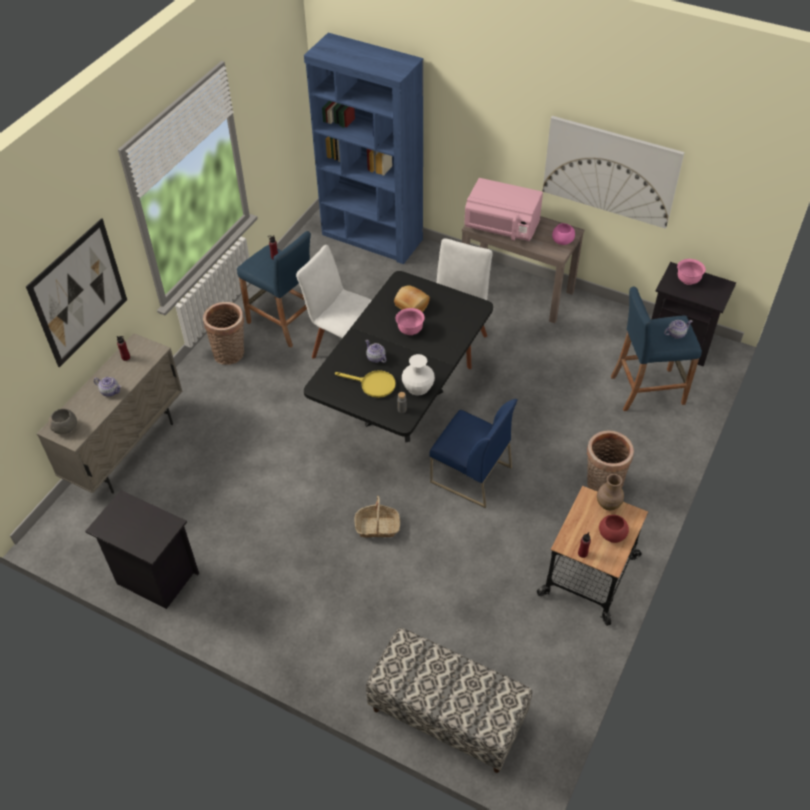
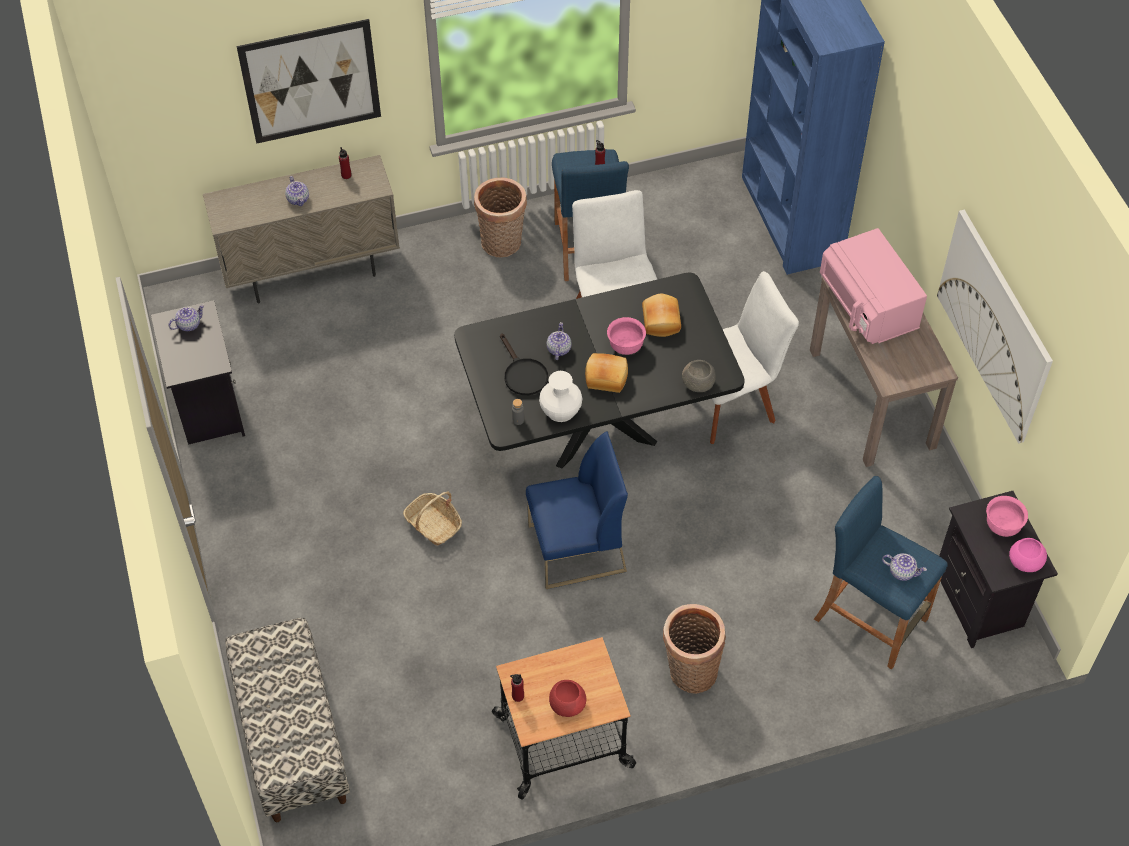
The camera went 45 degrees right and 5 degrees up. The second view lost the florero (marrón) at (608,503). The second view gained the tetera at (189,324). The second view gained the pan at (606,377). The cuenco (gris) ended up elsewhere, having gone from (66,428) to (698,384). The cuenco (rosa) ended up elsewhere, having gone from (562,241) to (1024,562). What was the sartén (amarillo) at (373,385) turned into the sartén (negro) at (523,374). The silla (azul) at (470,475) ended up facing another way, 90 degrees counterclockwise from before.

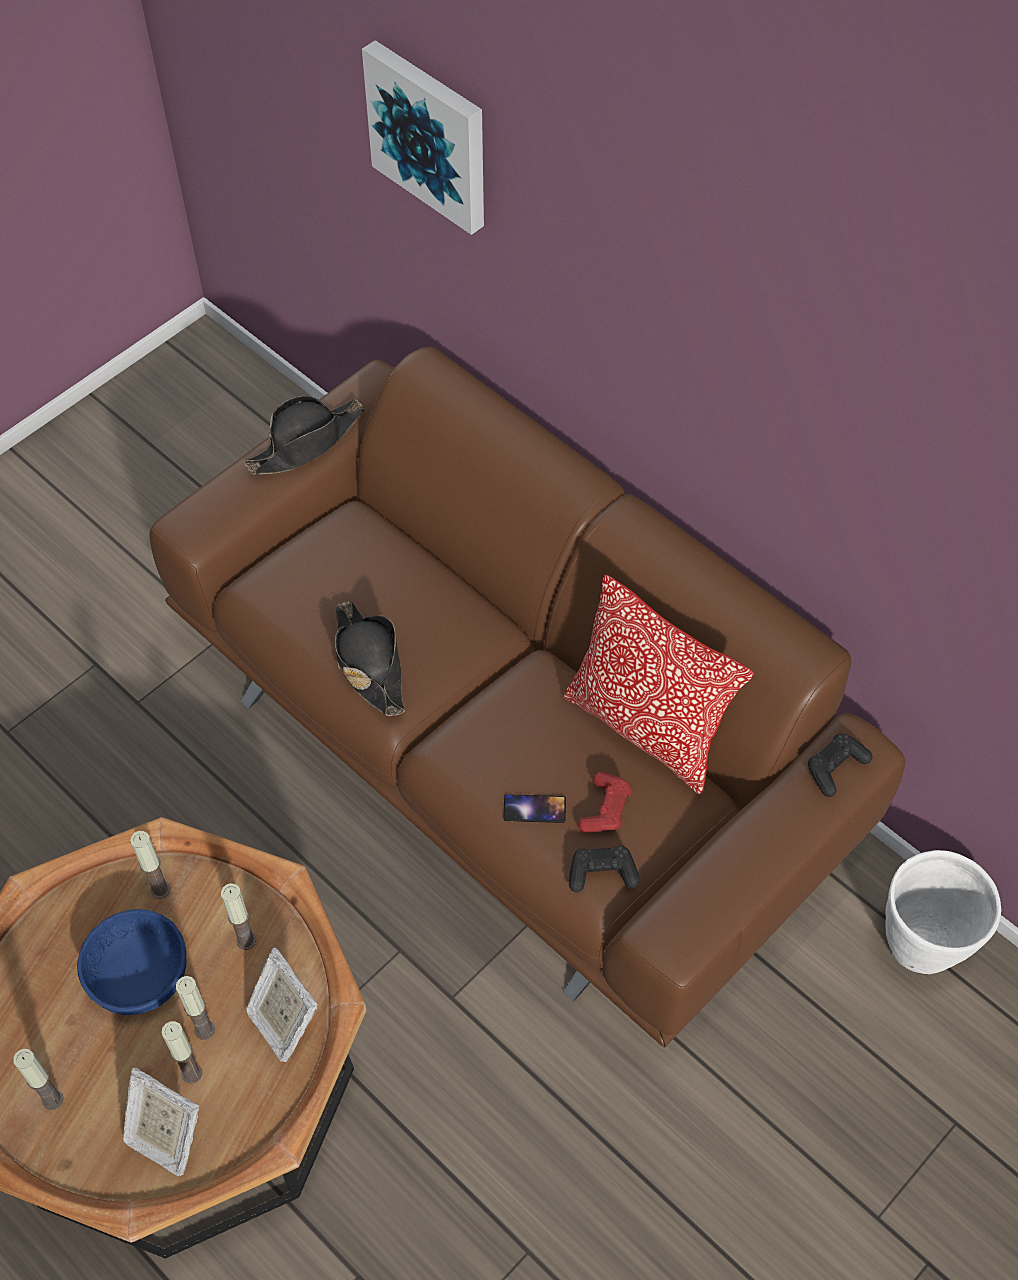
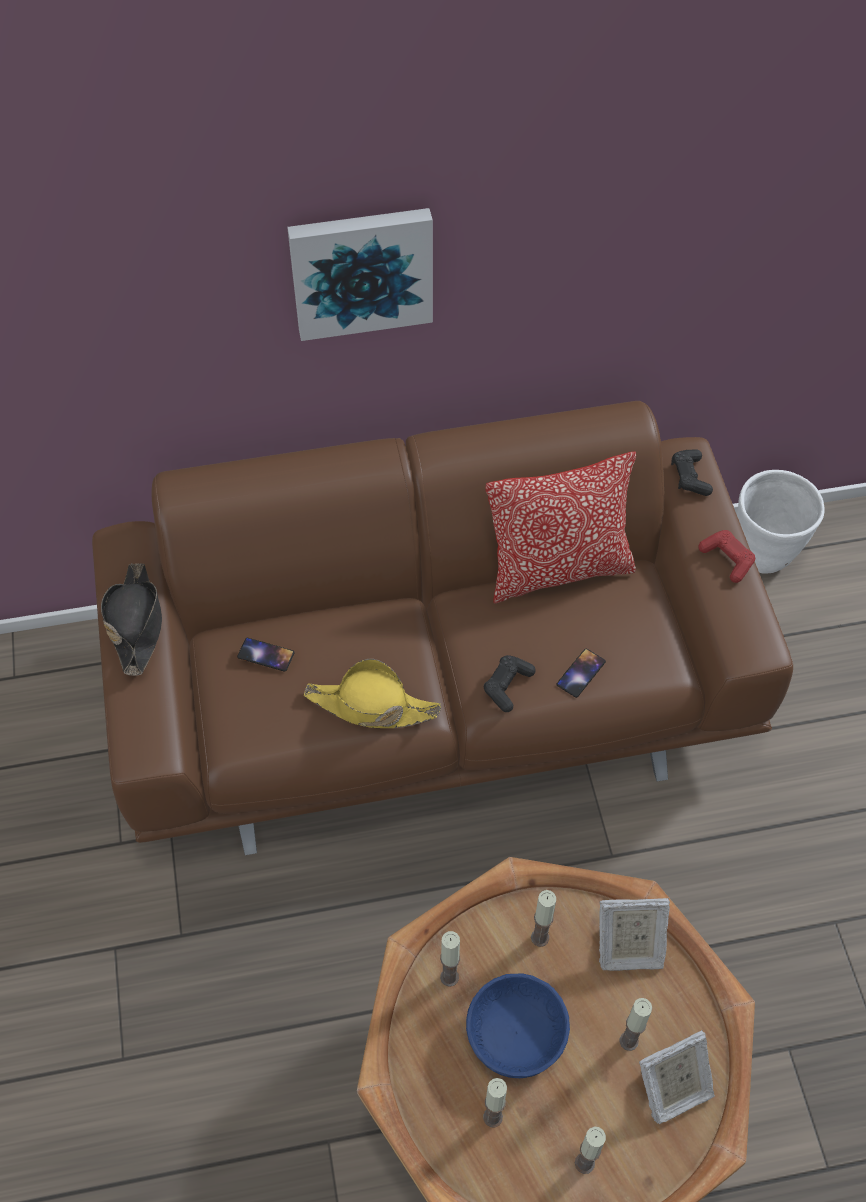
The camera went 55 degrees left and 0 degrees up. The second view gained the móvil at (266,654). The vela ended up elsewhere, having gone from (204,1029) to (492,1117). The cuadro ended up elsewhere, having gone from (430,134) to (361,270). The mando de consola (negro) ended up elsewhere, having gone from (602,873) to (507,686). The mando de consola (rojo) ended up elsewhere, having gone from (605,809) to (727,559). What was the sombrero (negro) at (369,663) turned into the sombrero (amarillo) at (371,706).

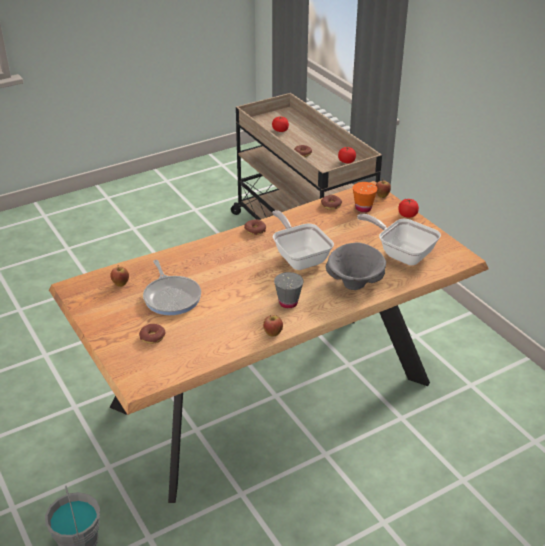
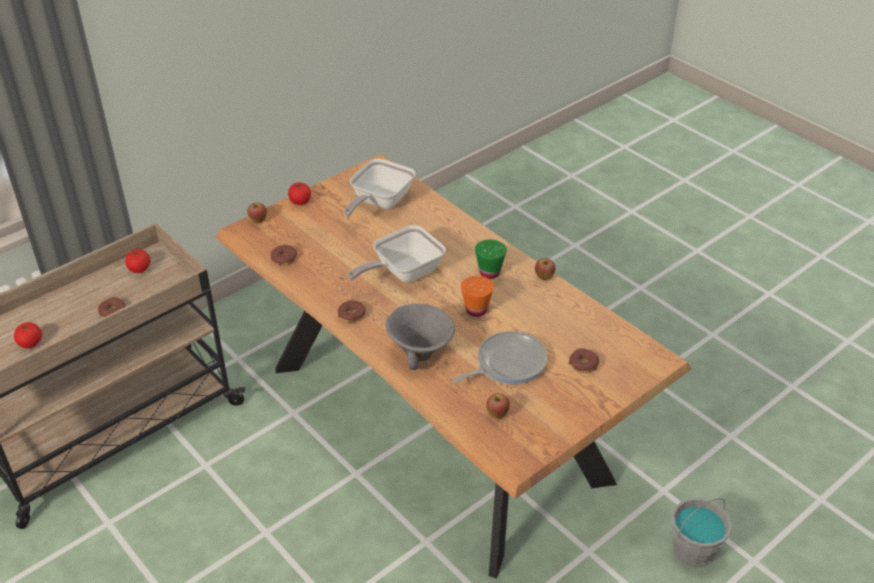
The camera went 100 degrees left and 5 degrees up. The cuenco (gris) ended up elsewhere, having gone from (354,285) to (421,352). The taza (naranja) ended up elsewhere, having gone from (363,208) to (476,310). What was the taza (gris) at (288,303) turned into the taza (verde) at (489,272).

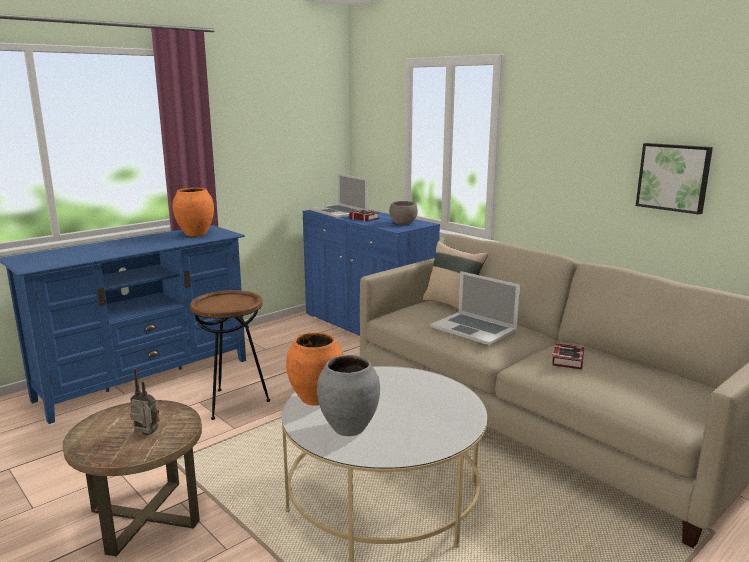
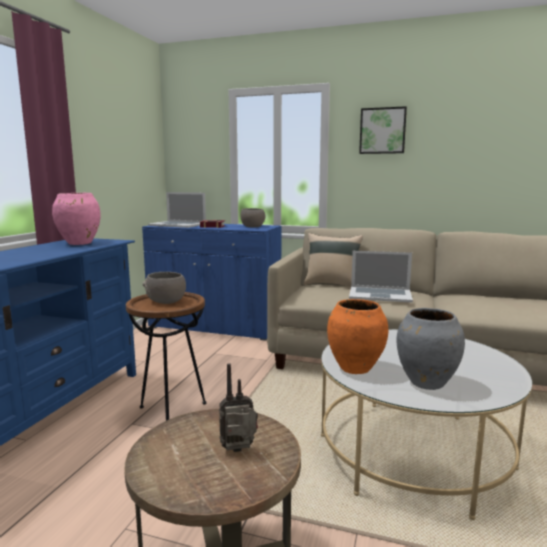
The camera went 30 degrees left and 5 degrees down. The second view lost the libro at (569,360). The second view gained the cuenco (gris) at (165,301). The cuadro ended up elsewhere, having gone from (674,177) to (382,131). What was the florero (naranja) at (196,234) turned into the florero (rosa) at (80,243).

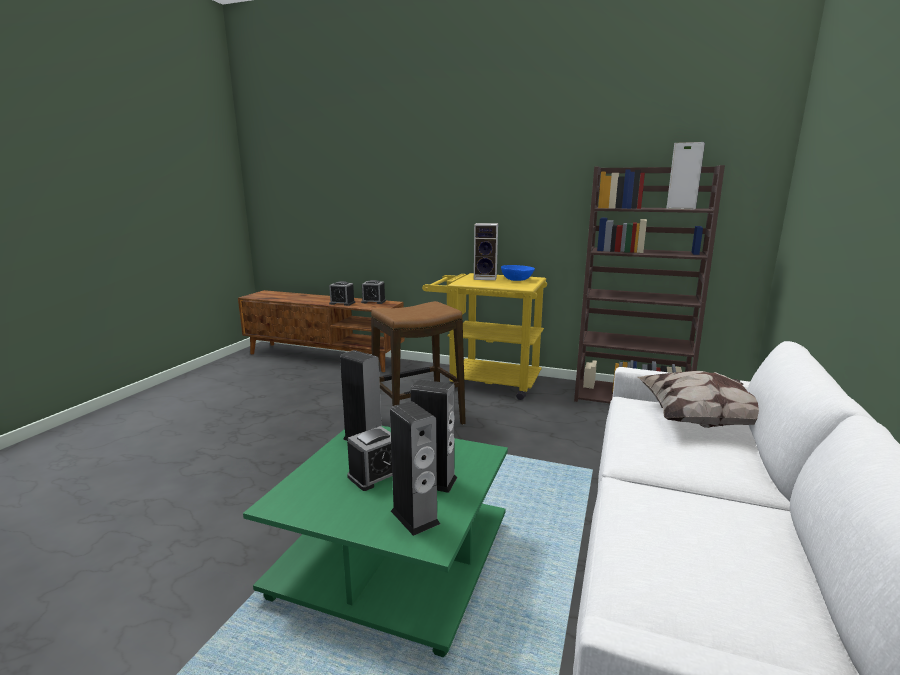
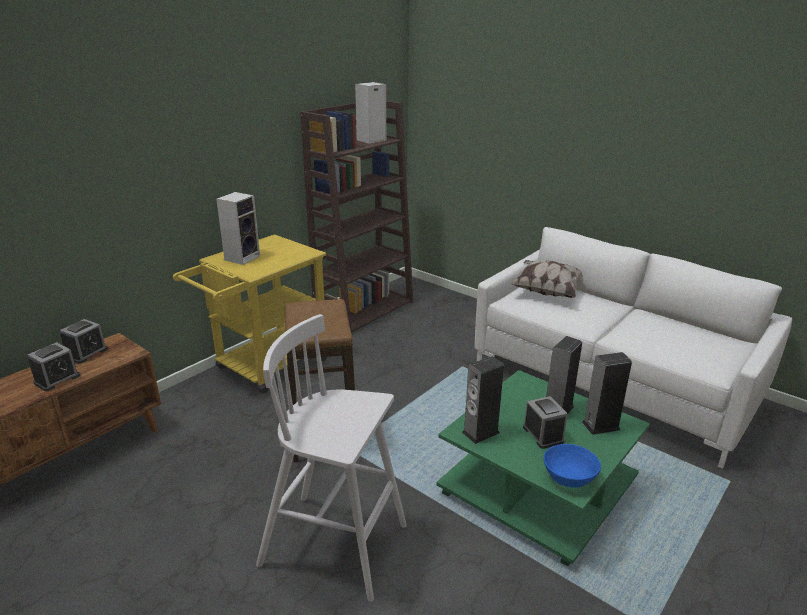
The camera went 70 degrees left and 10 degrees up. The second view gained the taburete (blanco) at (337,545). The cuenco (azul) ended up elsewhere, having gone from (517,280) to (568,477).

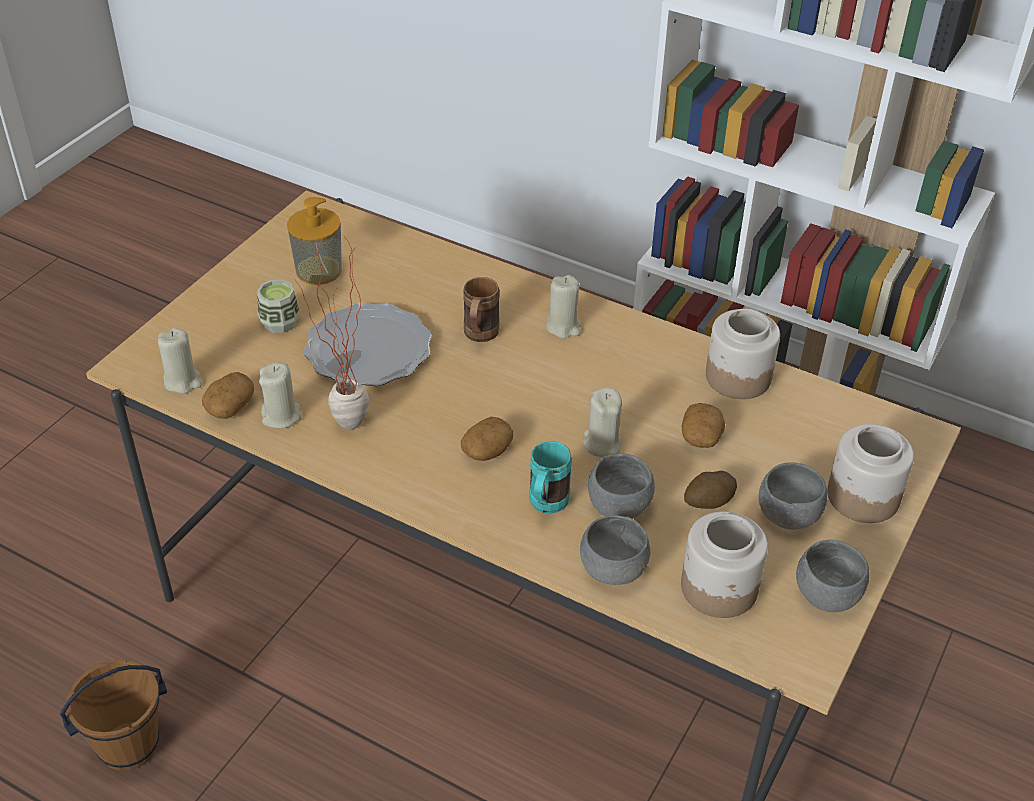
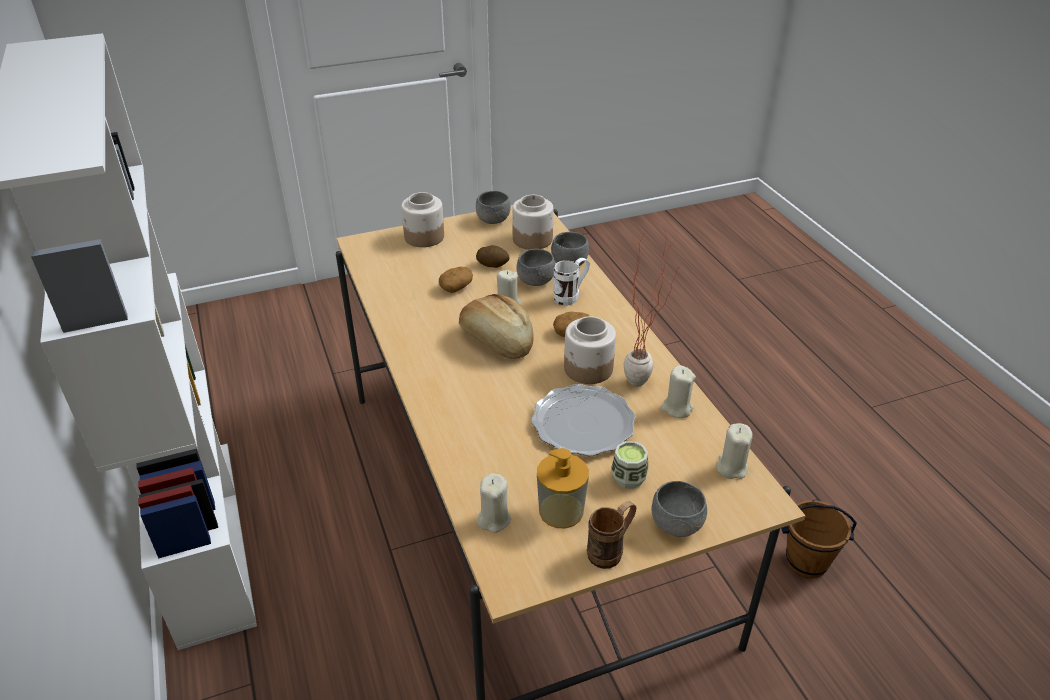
The camera went 140 degrees left and 5 degrees down. The second view lost the patata at (230,406). The second view gained the pan at (496,341). The taza grande (marrón) ended up elsewhere, having gone from (479,337) to (611,550). The vela (beis) ended up elsewhere, having gone from (563,326) to (494,519). The tarro ended up elsewhere, having gone from (737,376) to (588,369). The cuenco (gris) ended up elsewhere, having gone from (787,516) to (676,524). What was the taza grande (turquesa) at (545,506) turned into the taza grande (blanco) at (571,296).

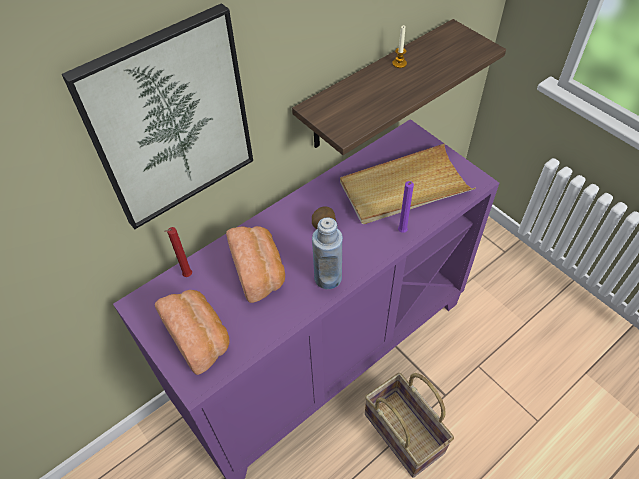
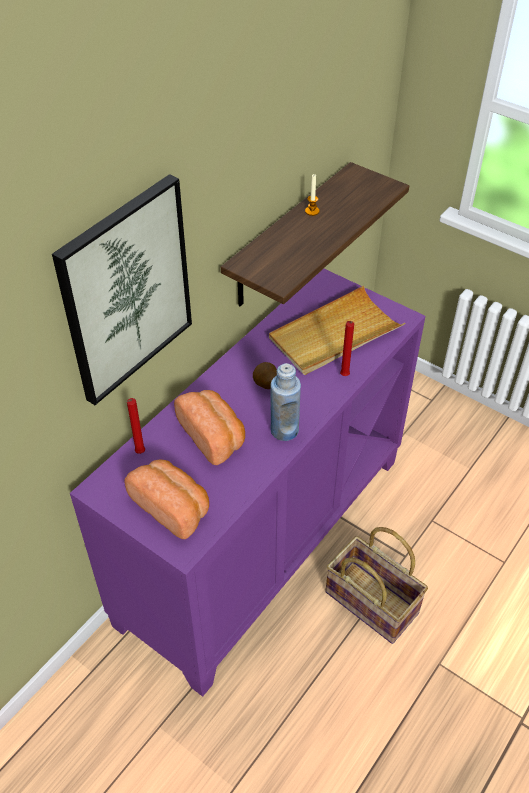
The camera went 15 degrees left and 5 degrees down. What was the vela (morado) at (401,232) turned into the vela (rojo) at (344,376).

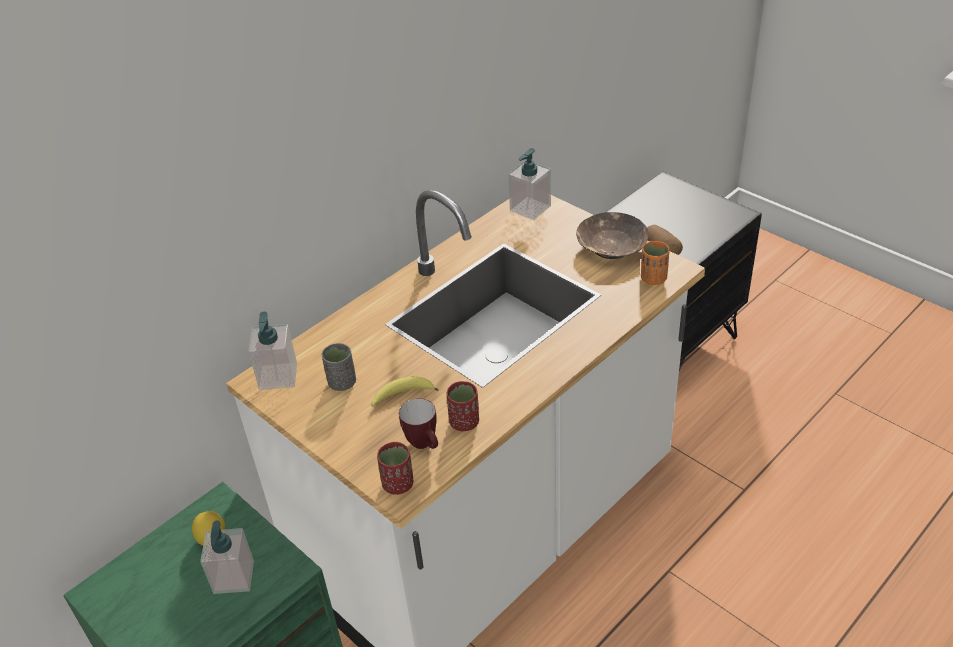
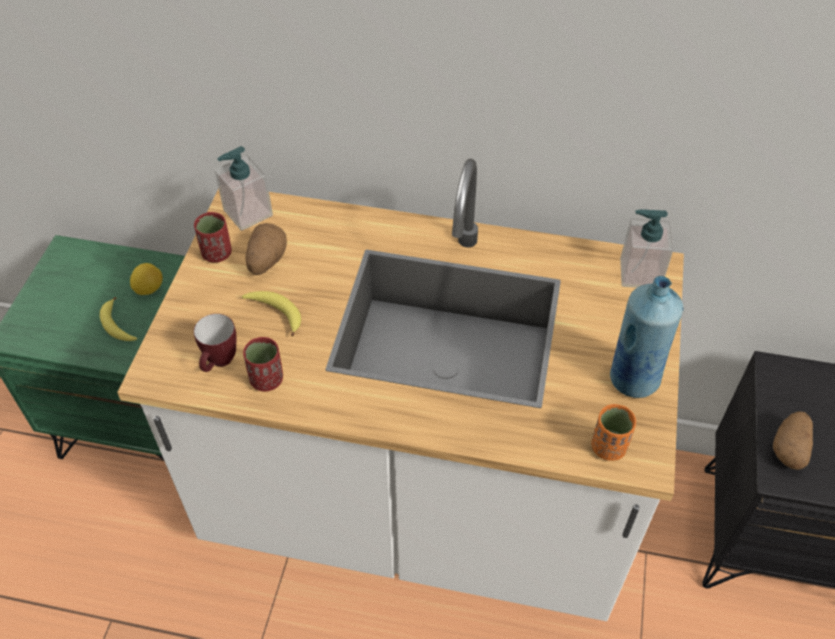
The camera went 55 degrees right and 10 degrees up. The taza (rojo) ended up elsewhere, having gone from (398,484) to (217,253). Where the dispensador de jabón stood at (234,577), the plátano came to stand at (117,326). Where the taza (gris) stood at (342,383), the patata came to stand at (266,260). Where the cuenco (marrón) stood at (610,247), the botella (azul) came to stand at (633,379).

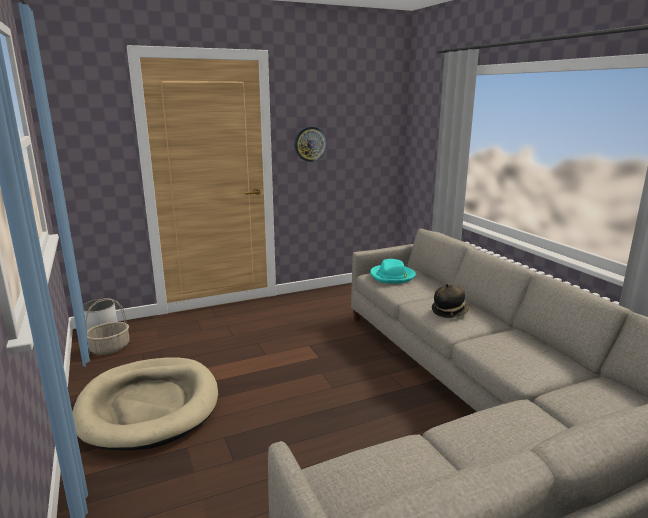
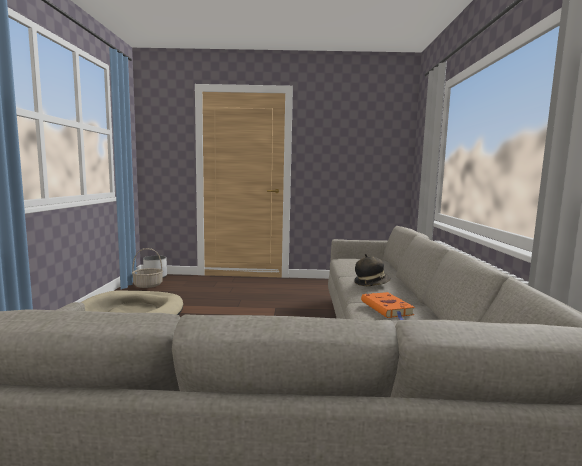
The camera went 25 degrees right and 10 degrees down. The second view lost the reloj de pared at (310,144). The second view lost the sombrero (turquesa) at (392,276). The second view gained the libro (naranja) at (387,309).

